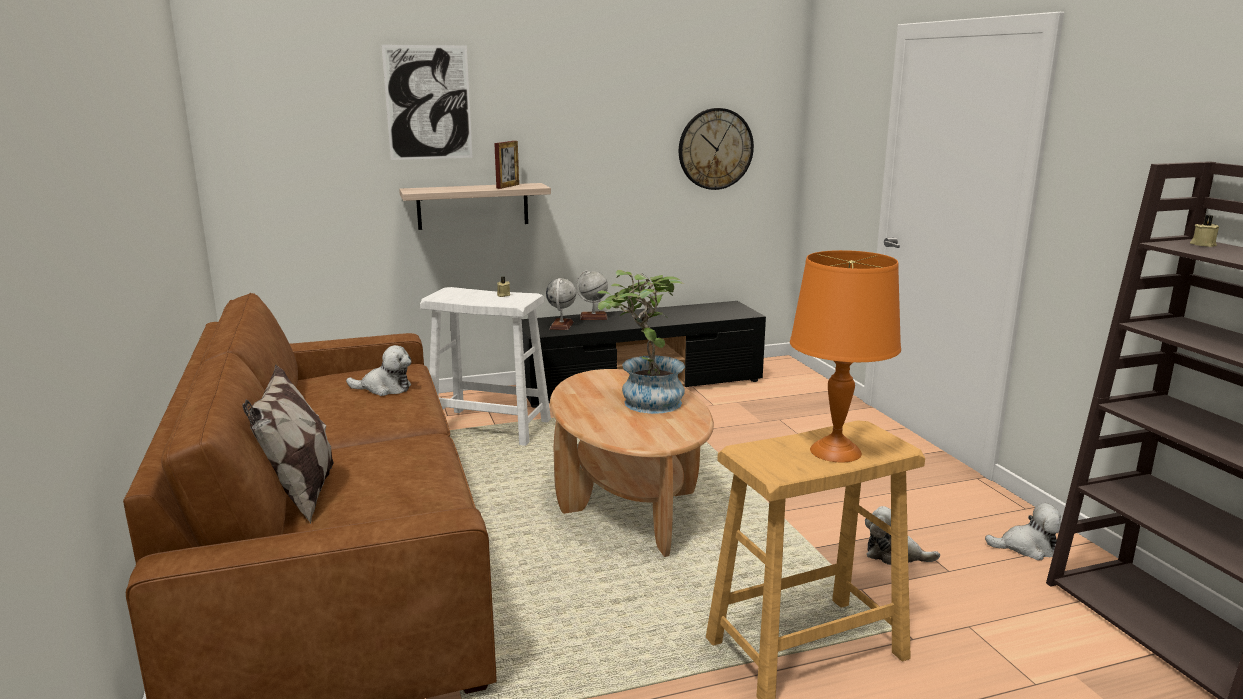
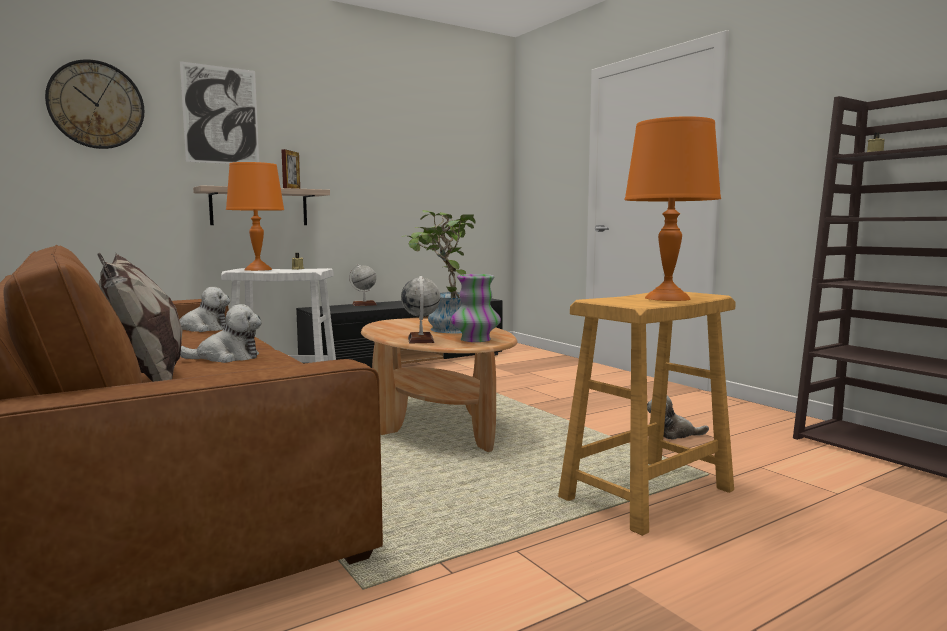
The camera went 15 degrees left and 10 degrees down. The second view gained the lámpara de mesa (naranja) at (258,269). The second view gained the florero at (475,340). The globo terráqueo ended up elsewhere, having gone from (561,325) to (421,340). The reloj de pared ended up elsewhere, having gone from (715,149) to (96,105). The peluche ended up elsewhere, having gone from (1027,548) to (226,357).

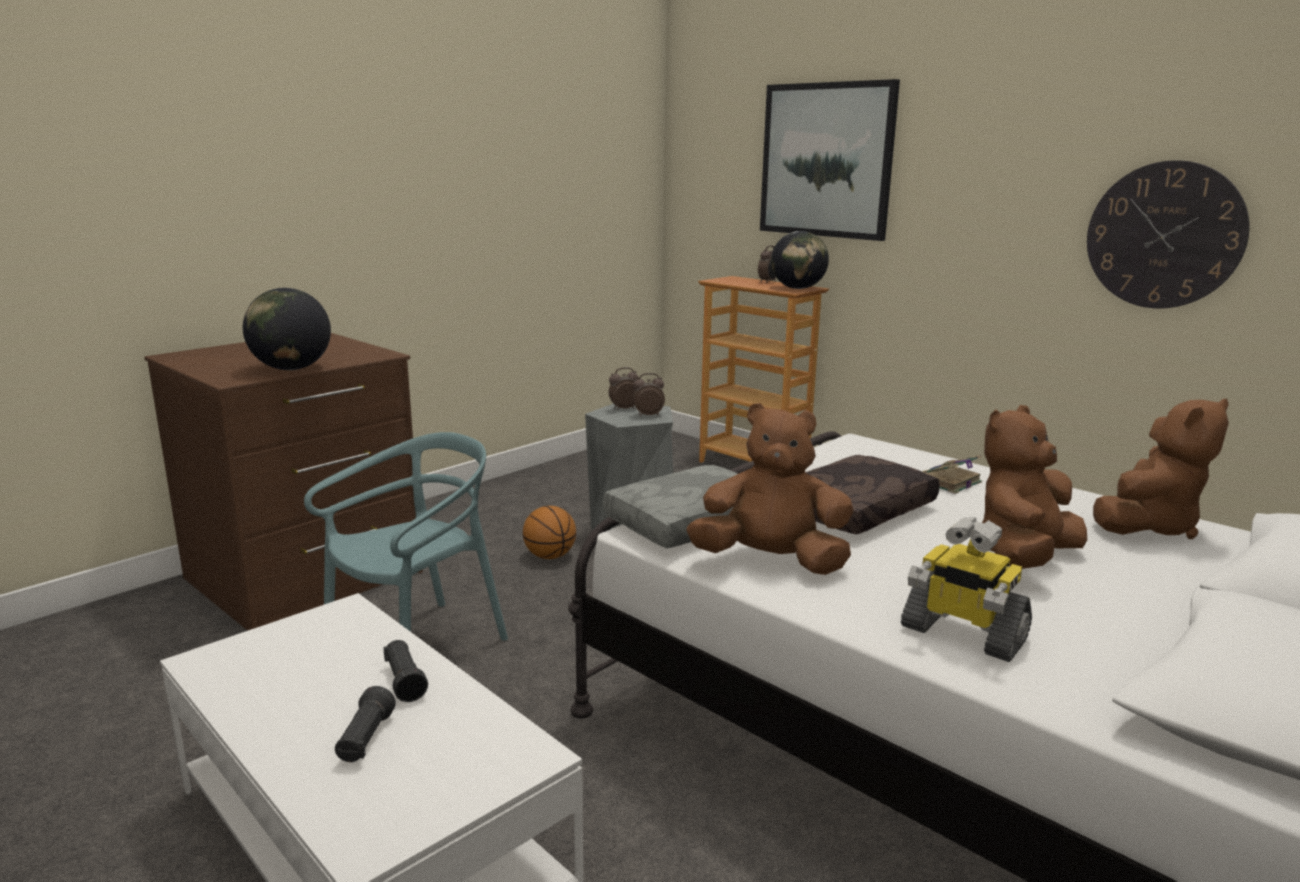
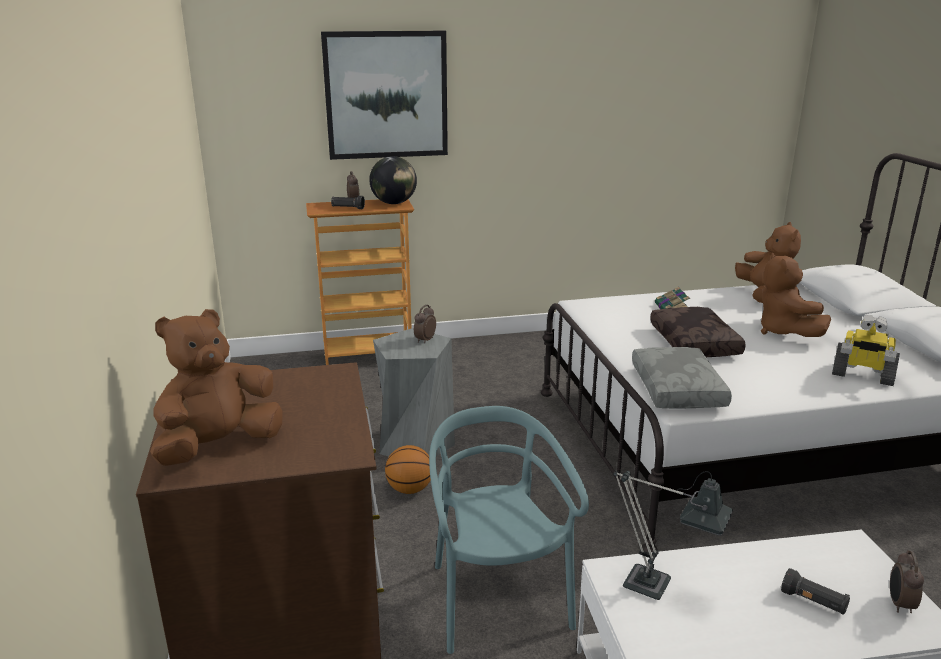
The camera went 55 degrees left and 5 degrees up. The second view lost the globo terráqueo at (292,369). The second view lost the reloj de pared at (1164,235). The second view gained the lámpara de mesa at (658,588). The linterna (negro) ended up elsewhere, having gone from (404,681) to (347,208). The despertador ended up elsewhere, having gone from (623,409) to (899,604). The peluche (marrón) ended up elsewhere, having gone from (771,561) to (219,447). The robot de juguete at (962,634) ended up facing another way, 45 degrees clockwise from before.

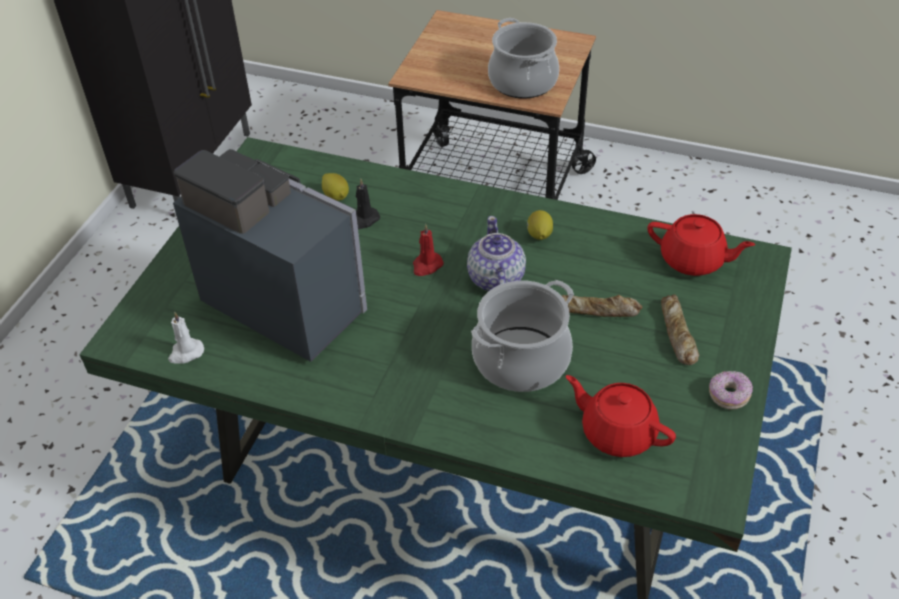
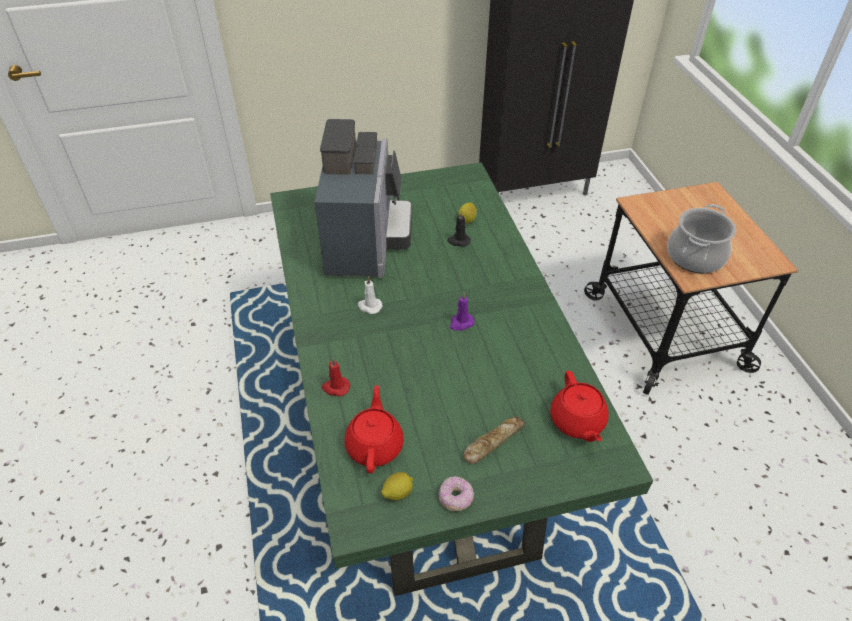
The camera went 55 degrees right and 0 degrees up. The second view lost the olla at (521,360). The second view lost the pan at (596,311). The vela (blanco) ended up elsewhere, having gone from (186,353) to (369,306). The vela (rojo) ended up elsewhere, having gone from (426,266) to (335,387). The limón ended up elsewhere, having gone from (539,235) to (397,493). Where the tetera stood at (495,279), the vela (morado) came to stand at (461,323).

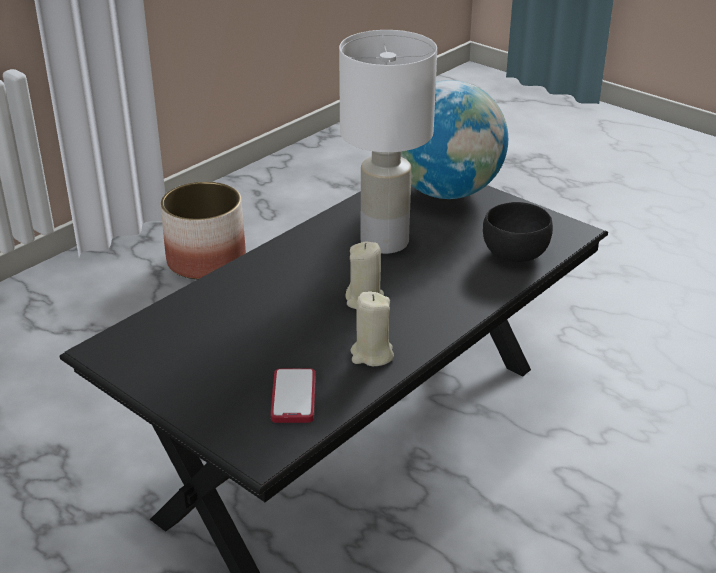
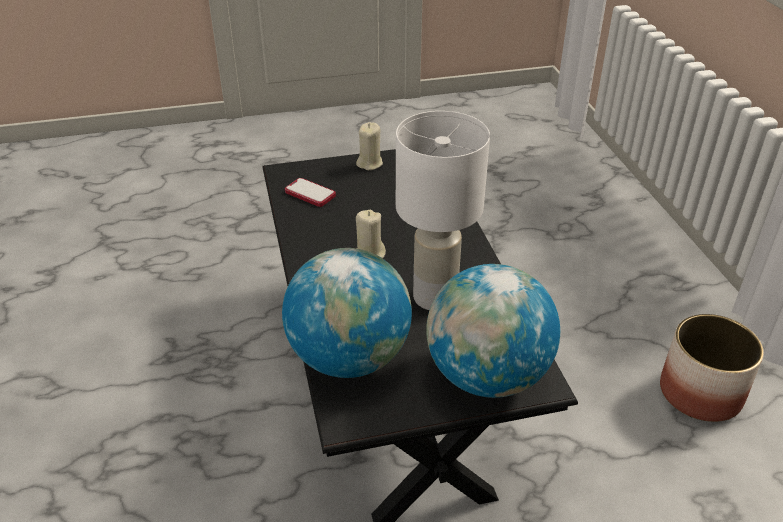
The camera went 125 degrees right and 5 degrees up. The vela (beis) ended up elsewhere, having gone from (371,354) to (369,163). Where the cuenco (negro) stood at (514,253), the globo terráqueo came to stand at (349,358).

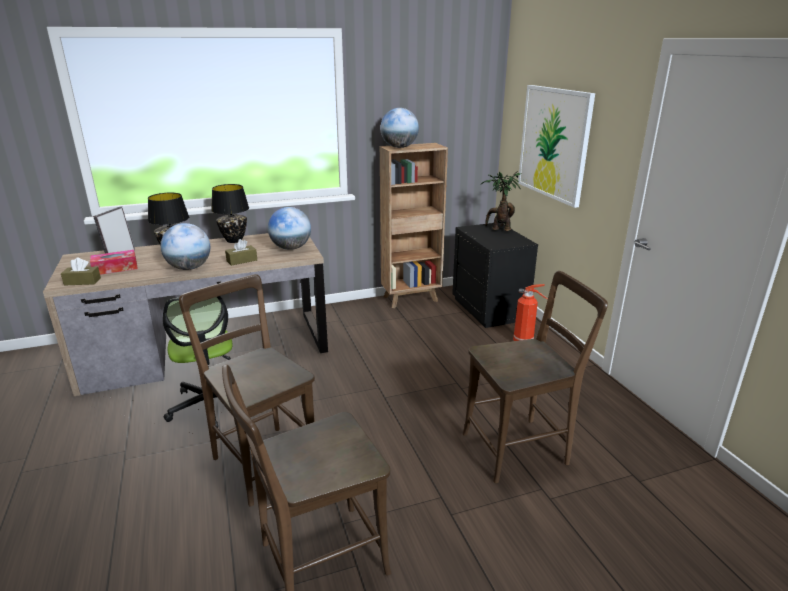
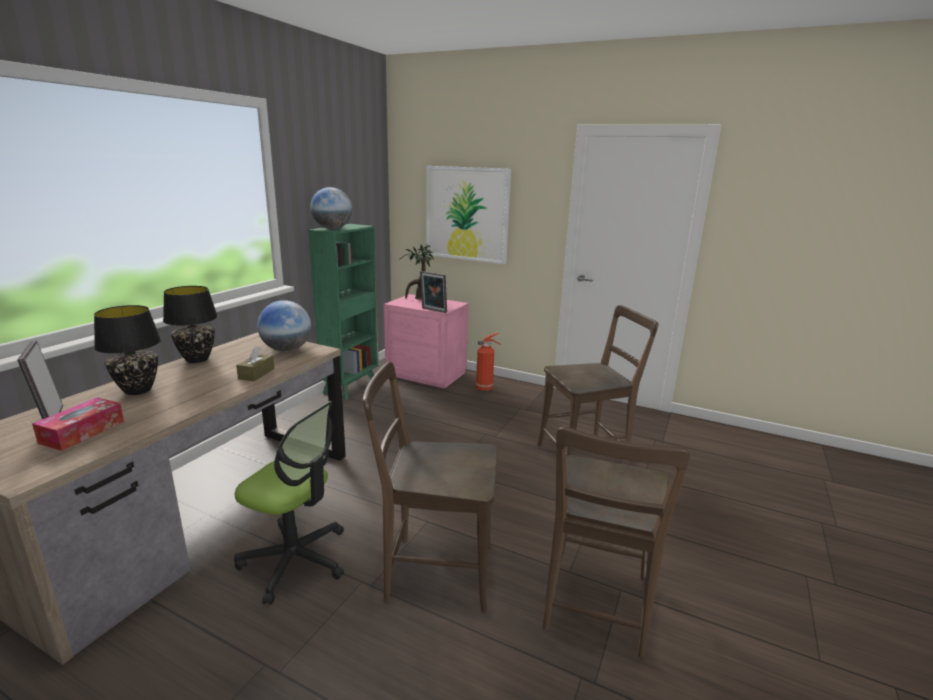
The camera went 45 degrees left and 5 degrees down. The second view lost the caja de pañuelos (marrón) at (82,281). The second view lost the globo terráqueo at (189,268). The second view gained the portarretratos at (433,310). What was the estantería (marrón) at (411,299) turned into the estantería (verde) at (351,386). What was the mesita de noche (negro) at (490,309) turned into the mesita de noche (rosa) at (427,374). The silla (marrón) at (520,448) ended up facing another way, 45 degrees clockwise from before.

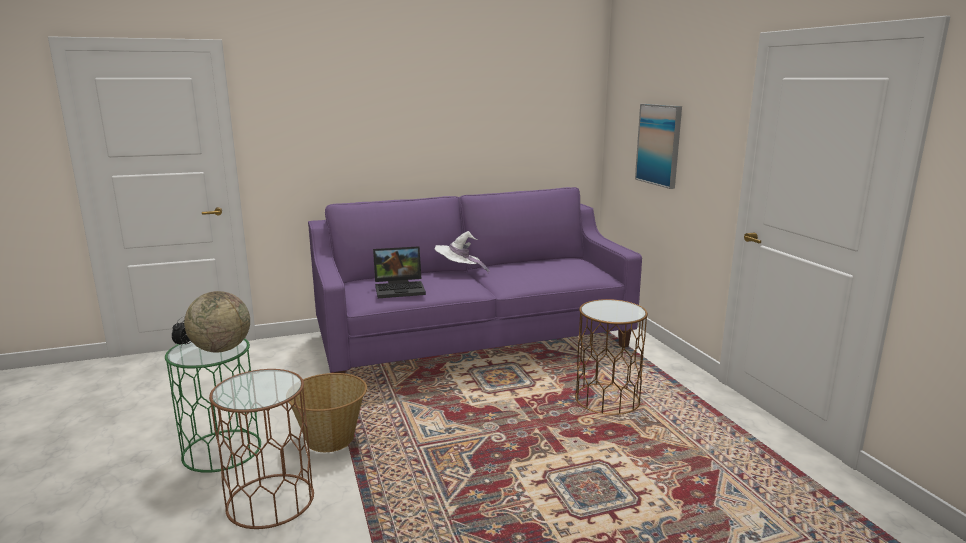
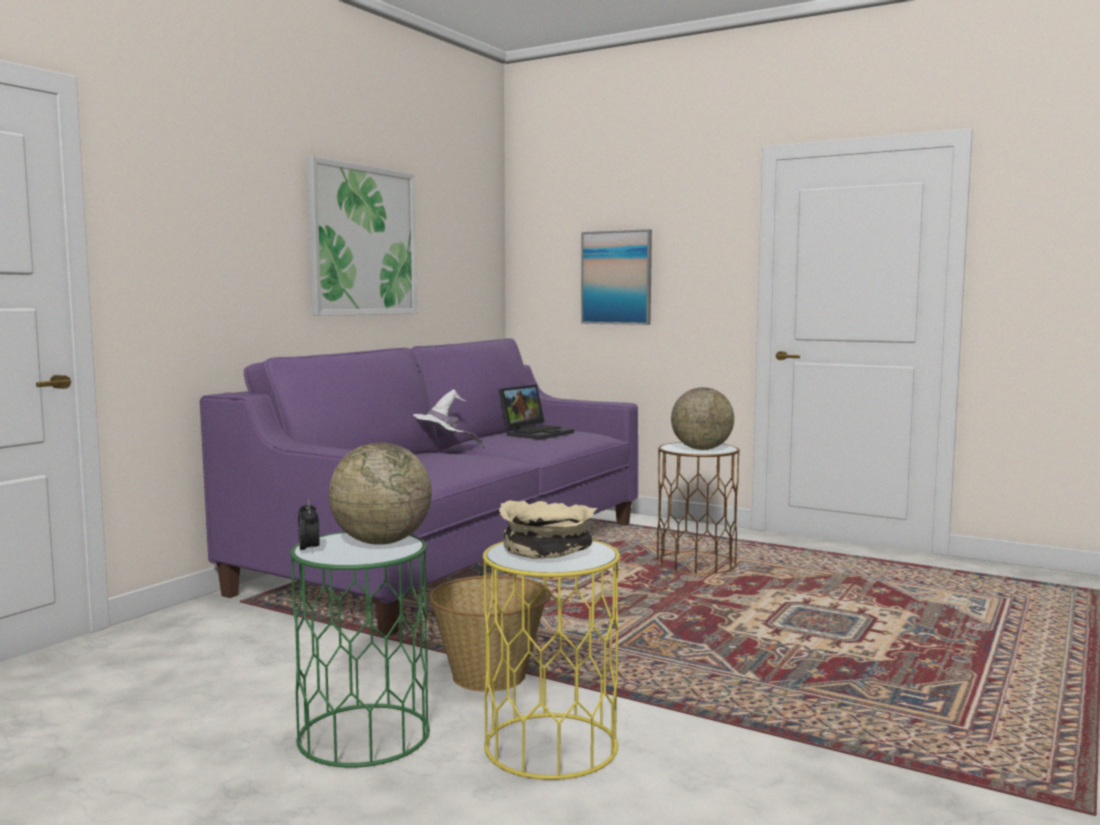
The camera went 40 degrees left and 10 degrees down. The second view gained the cuadro at (363,241). The second view gained the cuenco (beis) at (548,552). The second view gained the globo terráqueo at (702,449). The portátil ended up elsewhere, having gone from (401,289) to (536,433). What was the mesa auxiliar (marrón) at (270,500) turned into the mesa auxiliar (amarillo) at (550,746).

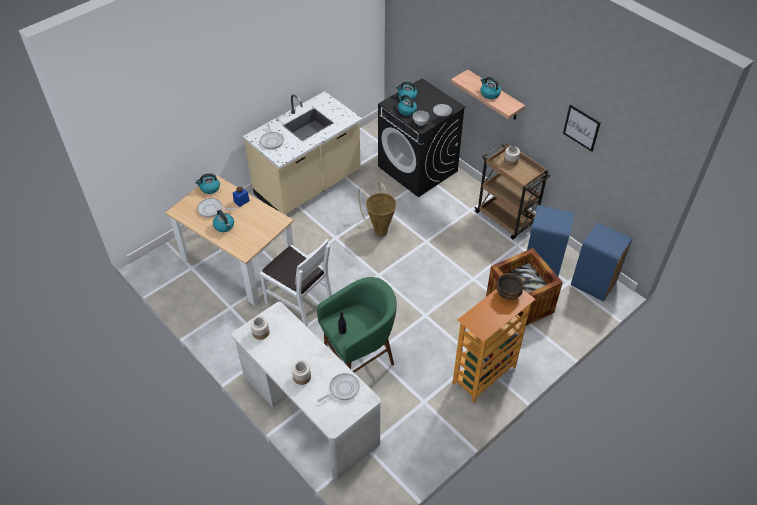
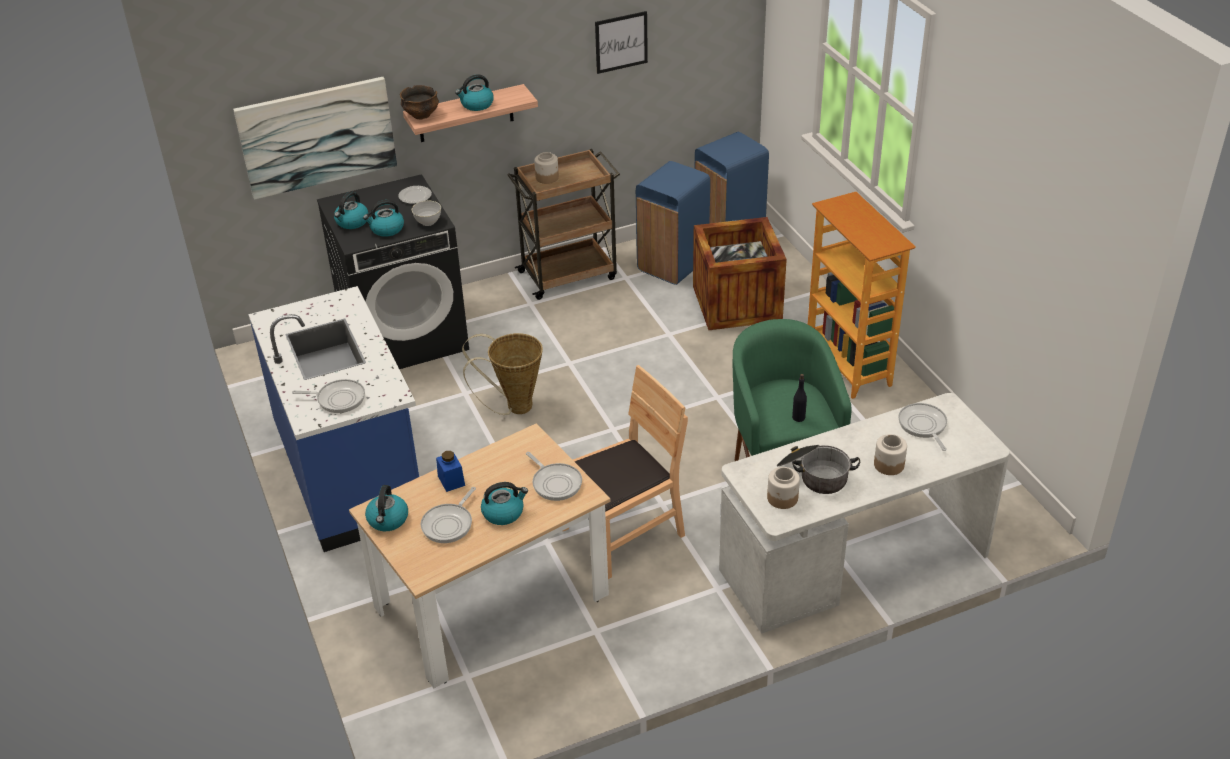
The camera went 70 degrees left and 10 degrees down. The second view gained the cuadro at (317,136). The second view gained the sartén at (555,483). The second view gained the olla at (814,476). The cuenco ended up elsewhere, having gone from (507,294) to (421,115). What was the mueble bajo de cocina (beis) at (308,185) turned into the mueble bajo de cocina (azul) at (351,472). What was the silla (blanco) at (299,300) turned into the silla (marrón) at (623,534).

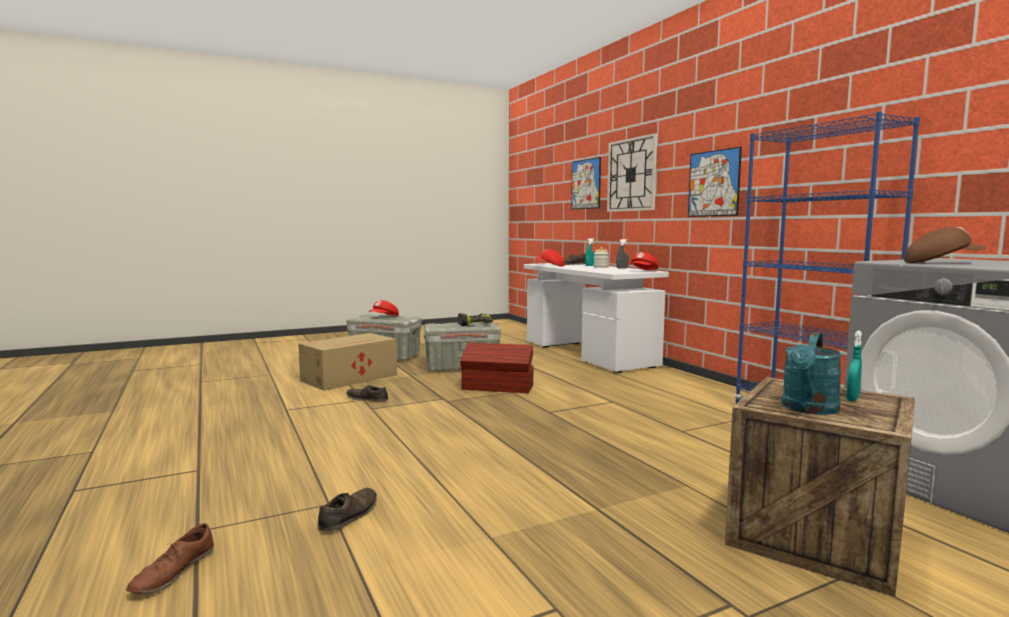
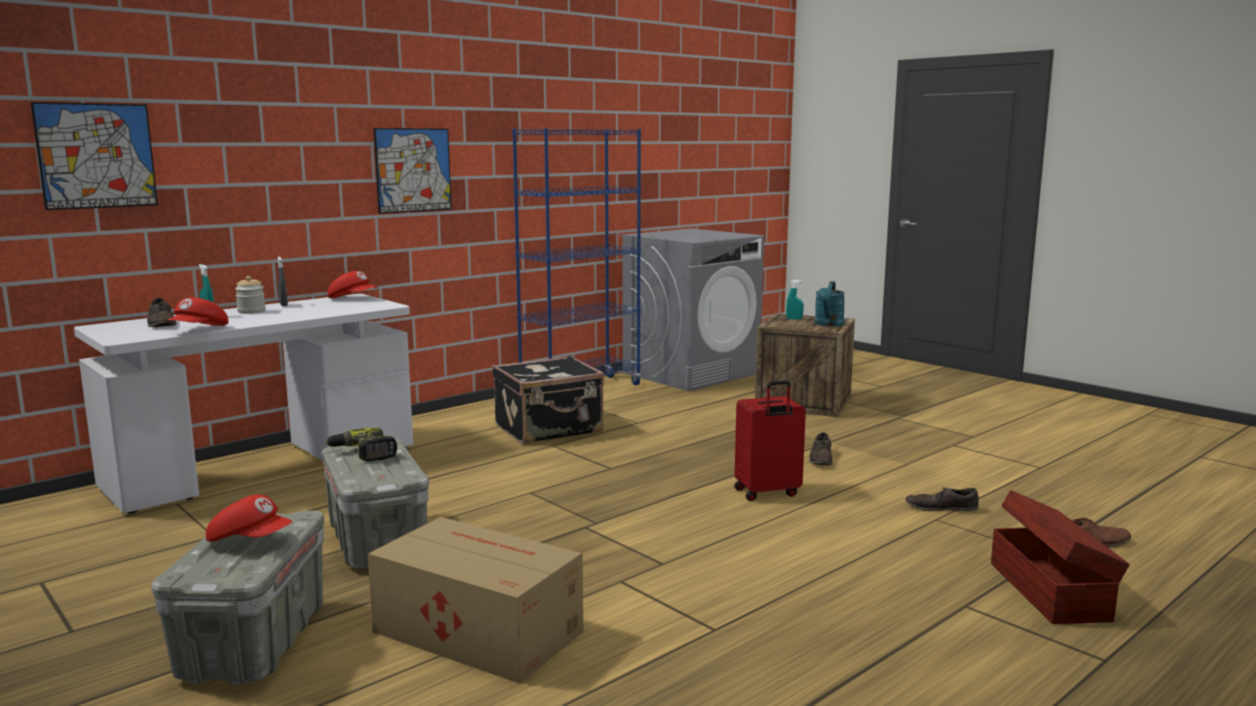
The camera went 105 degrees left and 5 degrees up. The second view lost the reloj de pared at (631,175). The second view lost the gorra (marrón) at (941,263). The second view gained the maleta (negro) at (549,429). The second view gained the maleta (rojo) at (767,493). The zapato (marrón) ended up elsewhere, having gone from (367,399) to (821,459). The caja de almacenaje (marrón) ended up elsewhere, having gone from (498,387) to (1049,590). The regadera (turquesa) at (808,409) ended up facing another way, 90 degrees clockwise from before.

